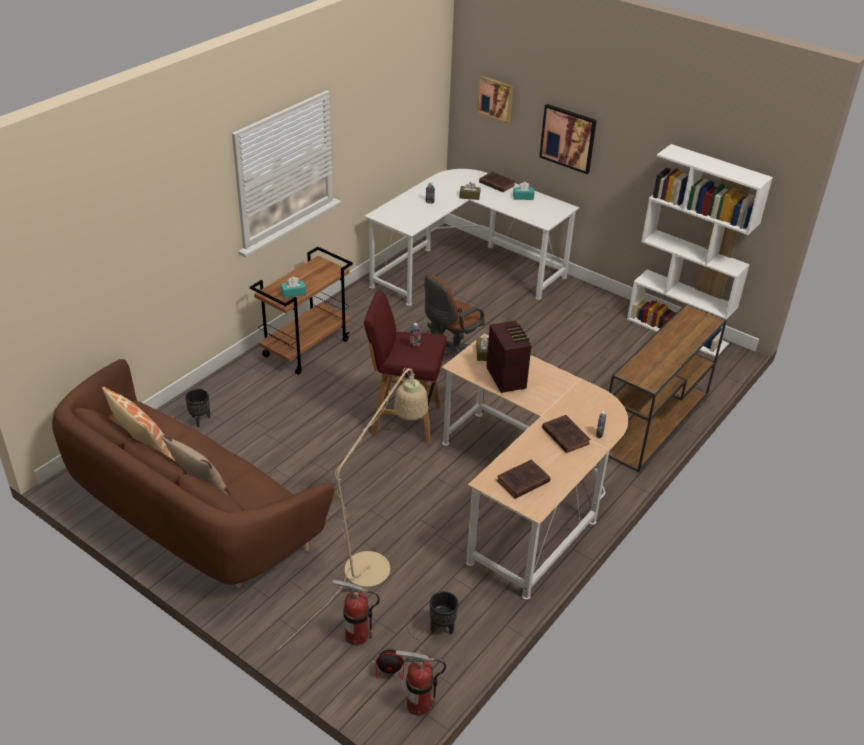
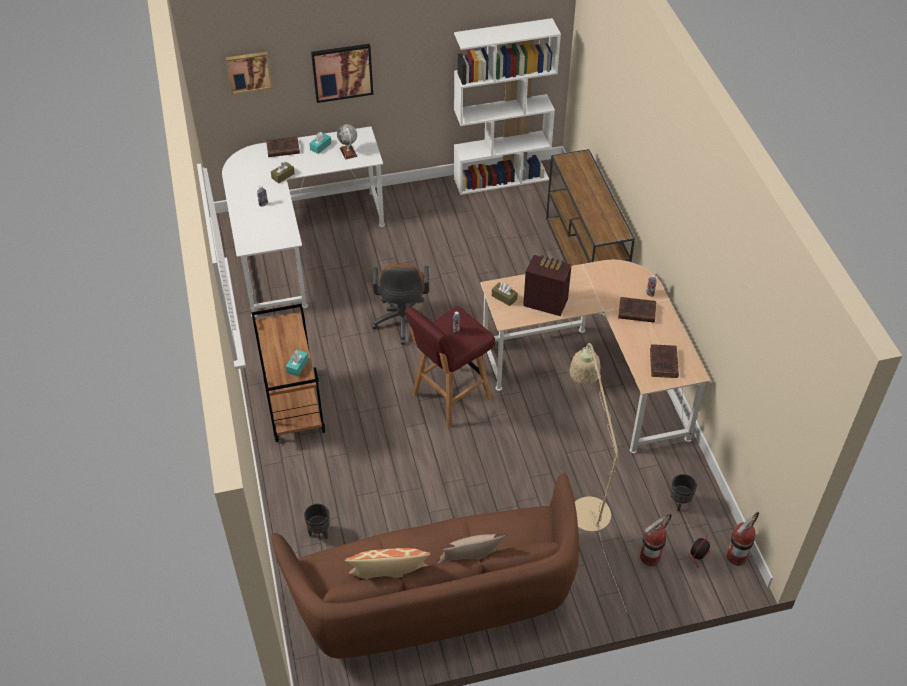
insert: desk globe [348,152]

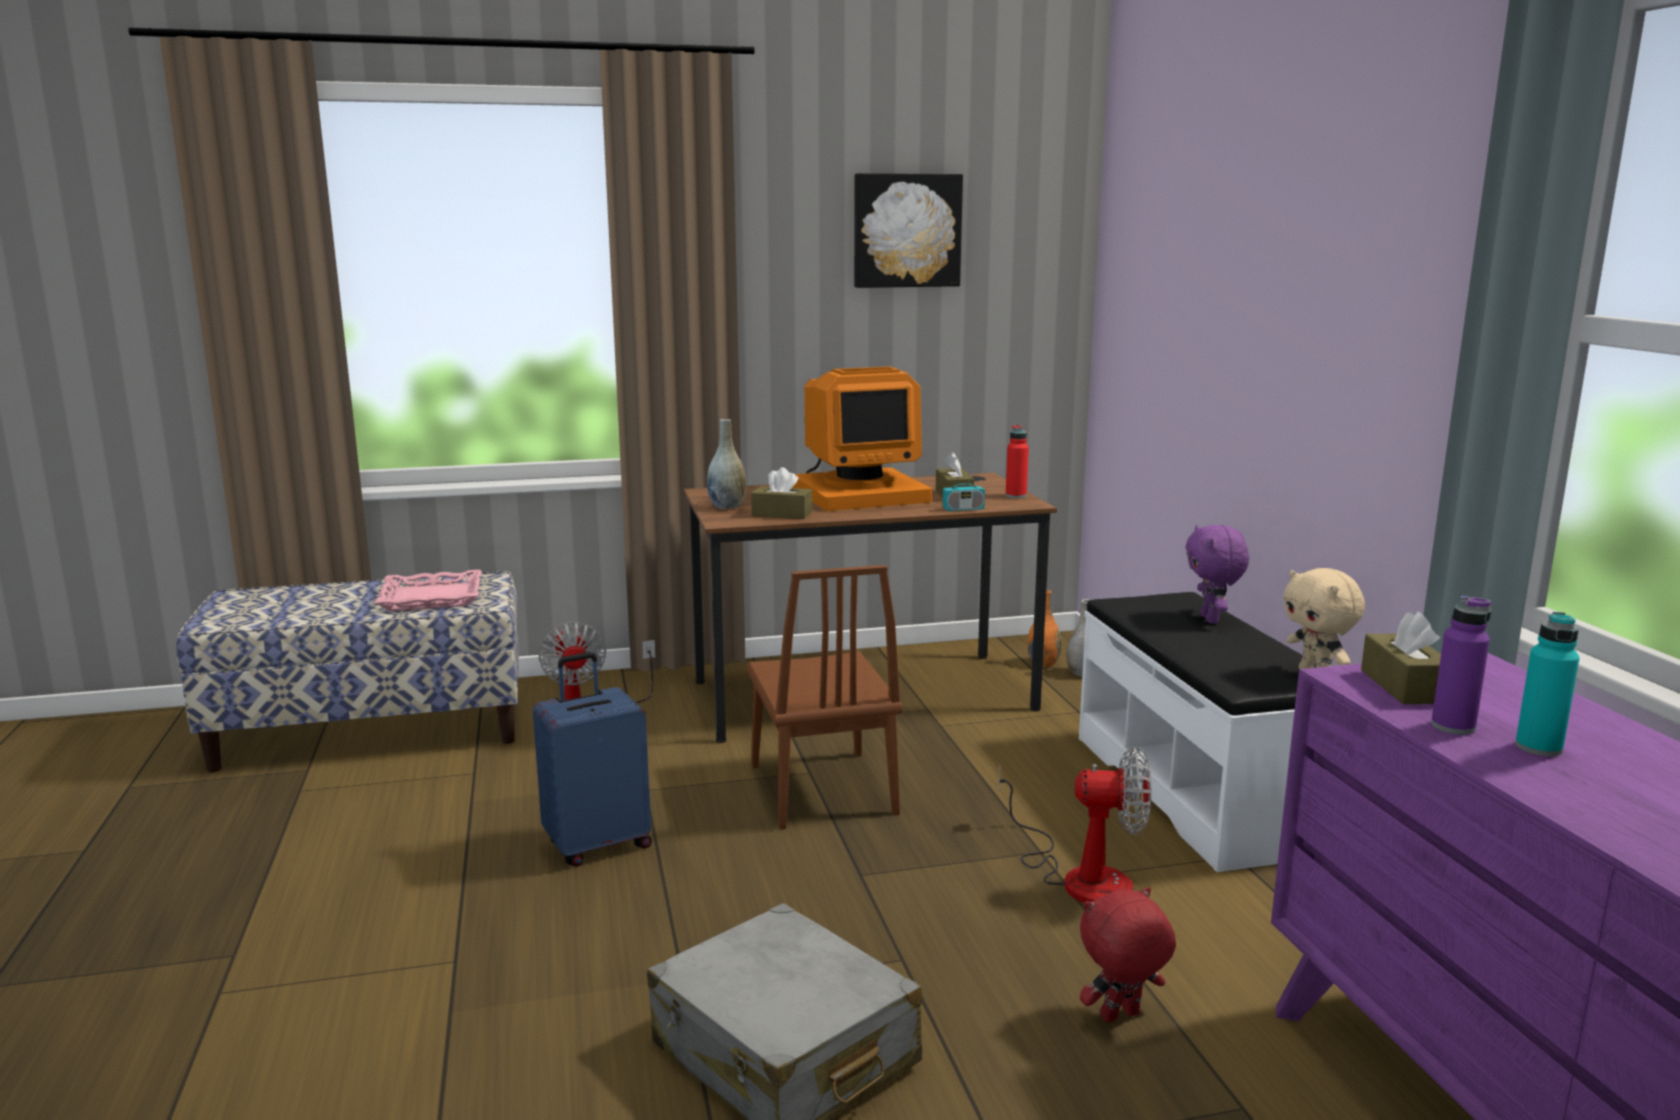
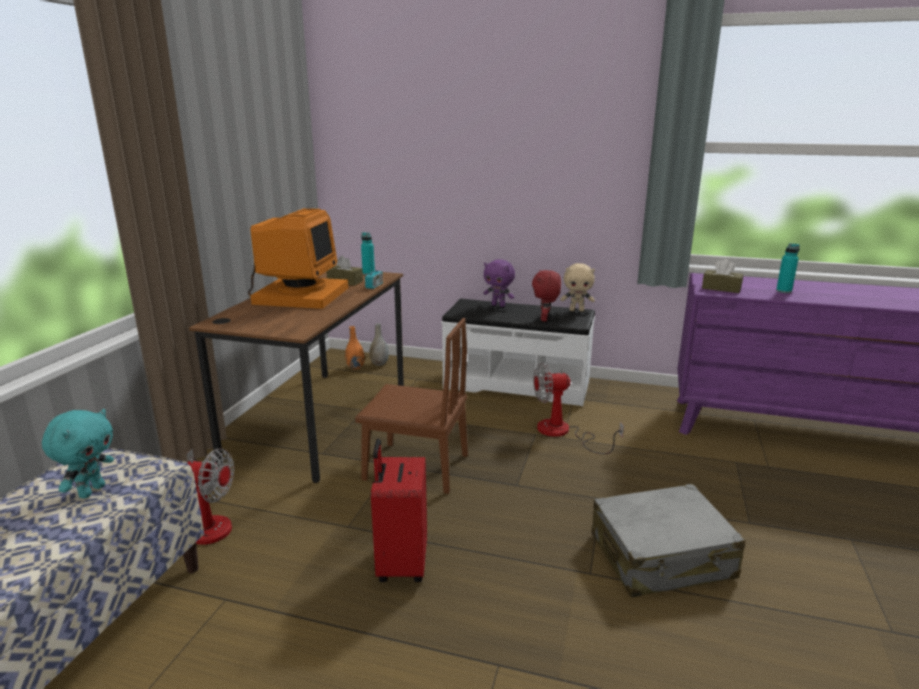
delete: vase in gray [727,507]; tissue box in brown [782,514]; picture [906,230]; drink bottle in purplish [1453,726]
move: plush toy in red-coloured [1120,1017] to [545,319]
replace: tray in pink [431,597] to plush toy in turquoise-coloured [91,491]
recolor: piece of luggage in blue-coloured [597,844] to piece of luggage in red-coloured [400,564]; drink bottle in red-coloured [1016,496] to drink bottle in turquoise-coloured [368,273]
rotate: electric fan [1080,876] = [563,433] 135 degrees counterclockwise

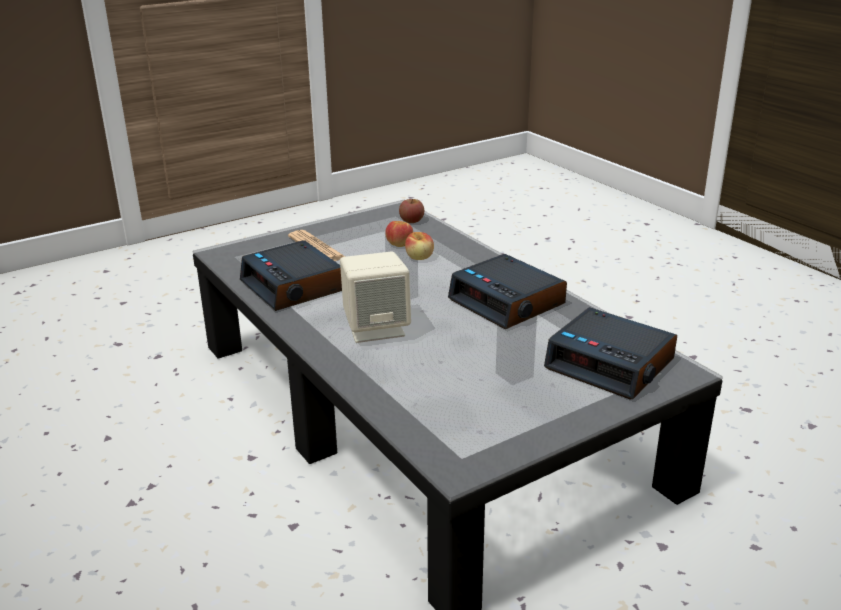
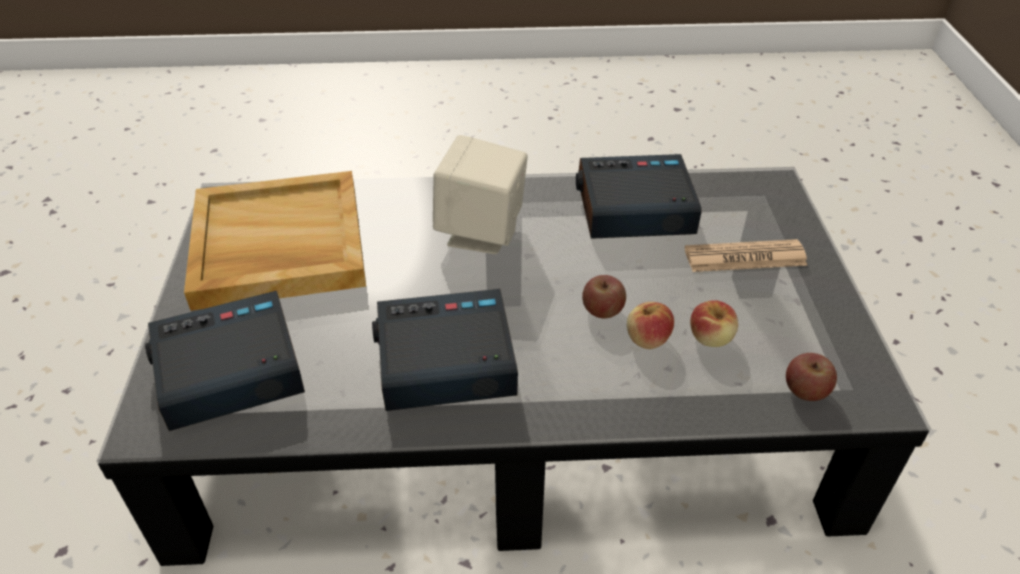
insert: tray in sand-coloured [277,245]; apple fruit [602,310]

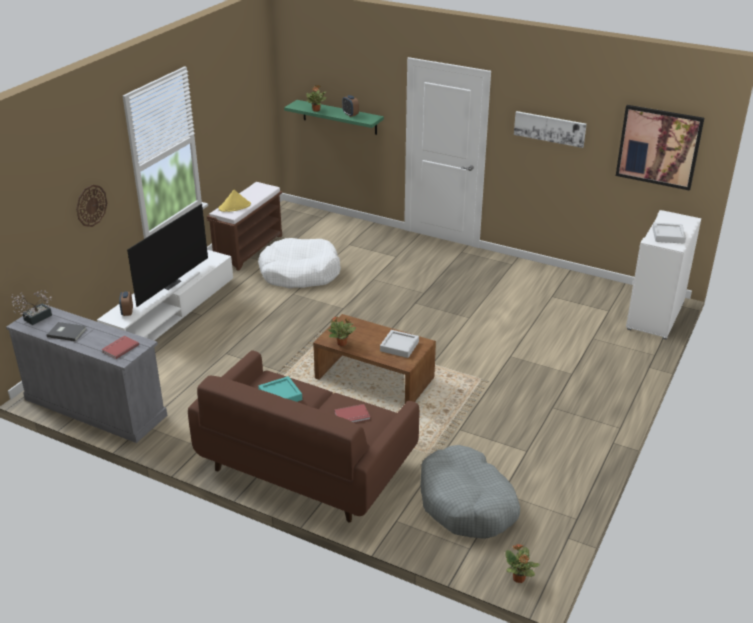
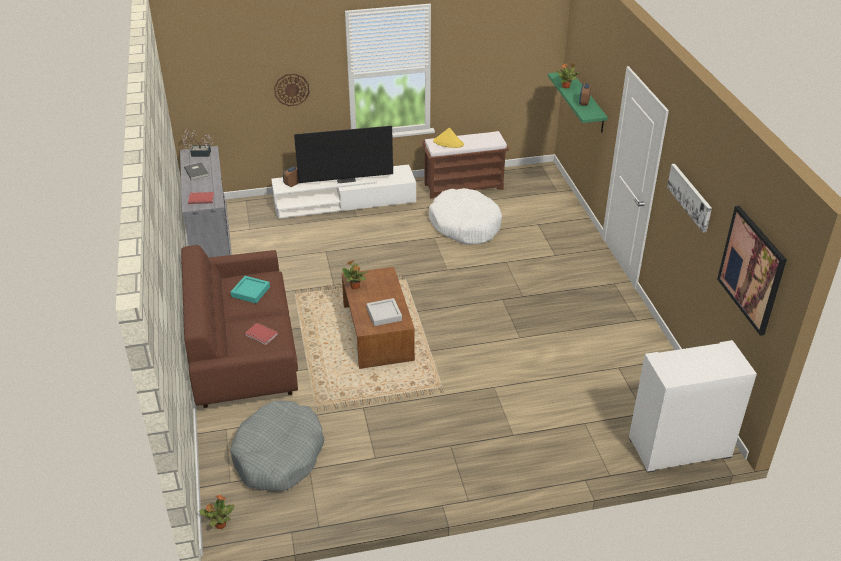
delete: tray in gray [668,236]

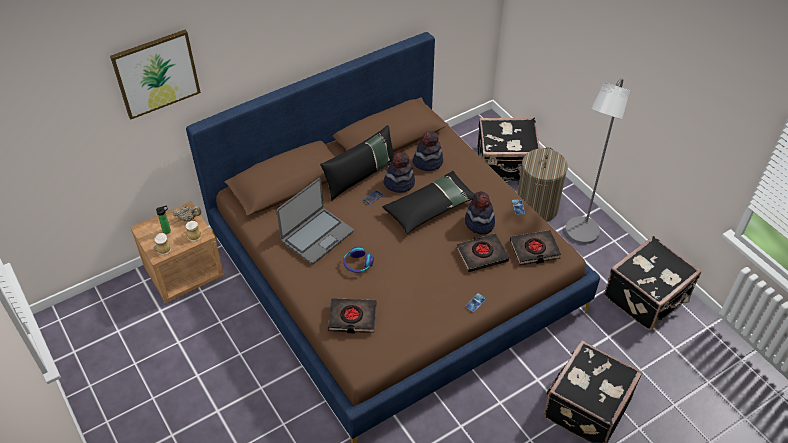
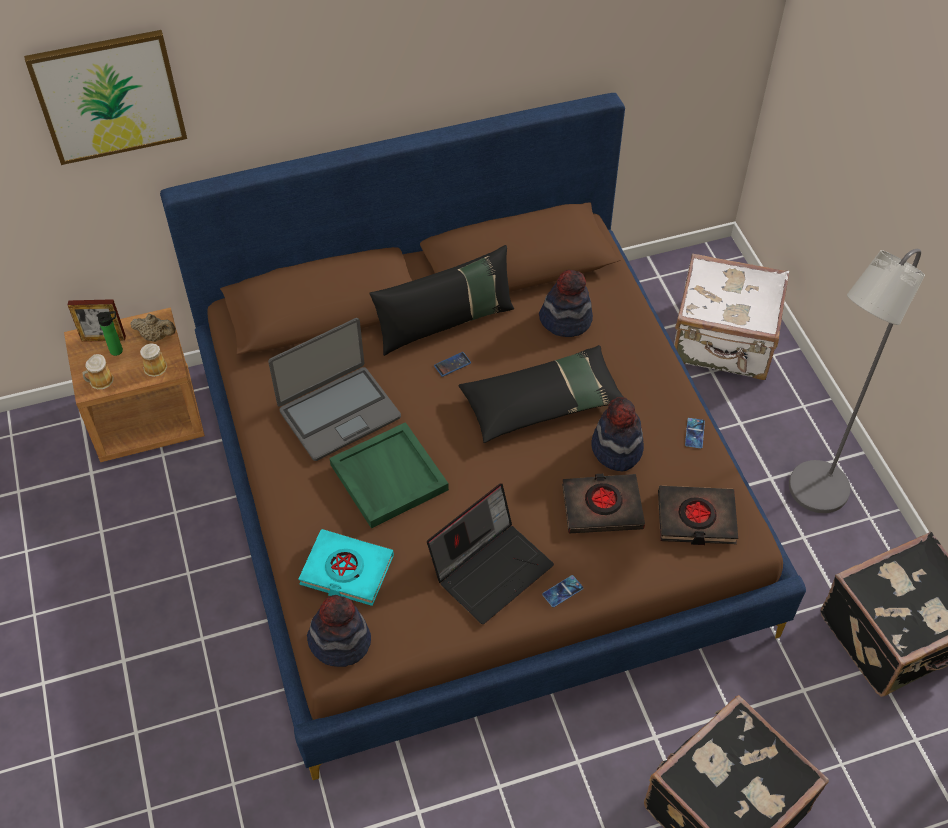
delete: laundry basket [536,208]
insert: picture frame [103,338]; portable computer [491,568]
move: clothing hat [399,183] to [340,641]
replace: headset [357,264] to tray in greenish [387,477]
recolor: volume in black [352,318] to volume in turquoise-coloured [346,571]; piece of luggage in black [506,165] to piece of luggage in white [723,342]

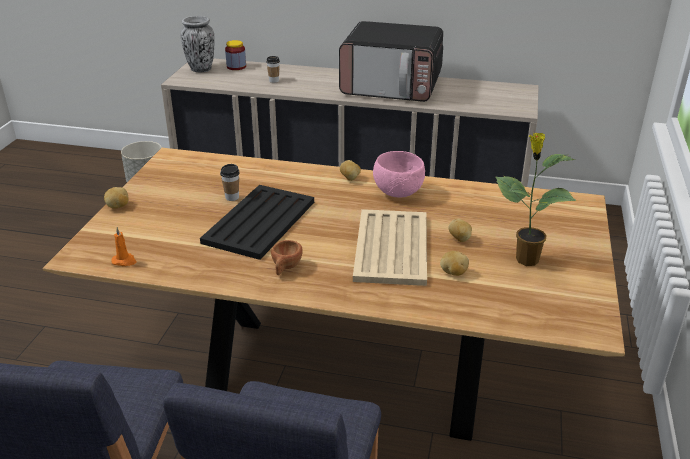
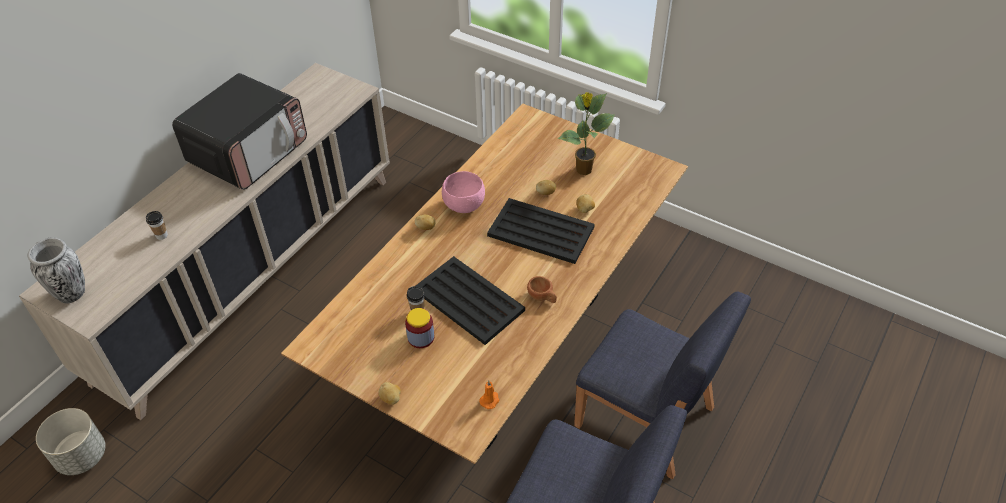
move: jar [236,67] to [421,337]
recolor: tray in sand-coloured [392,247] to tray in black [540,231]

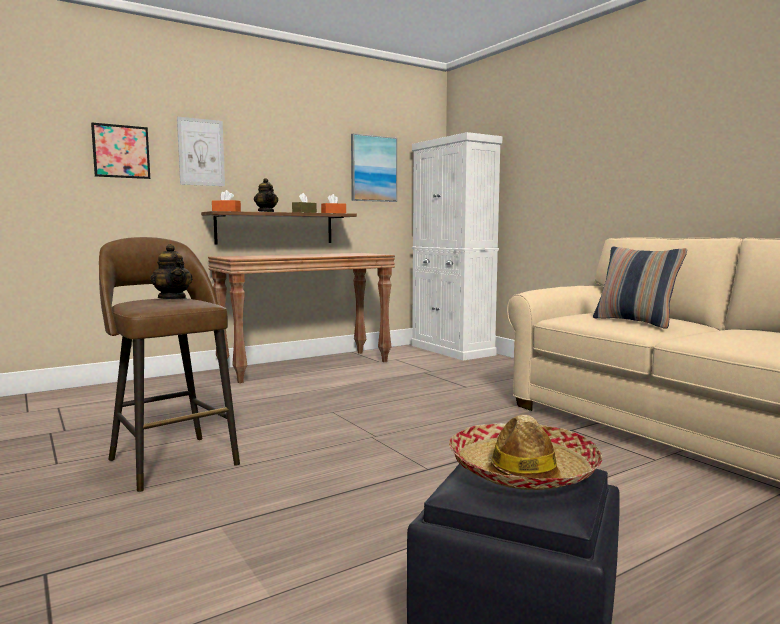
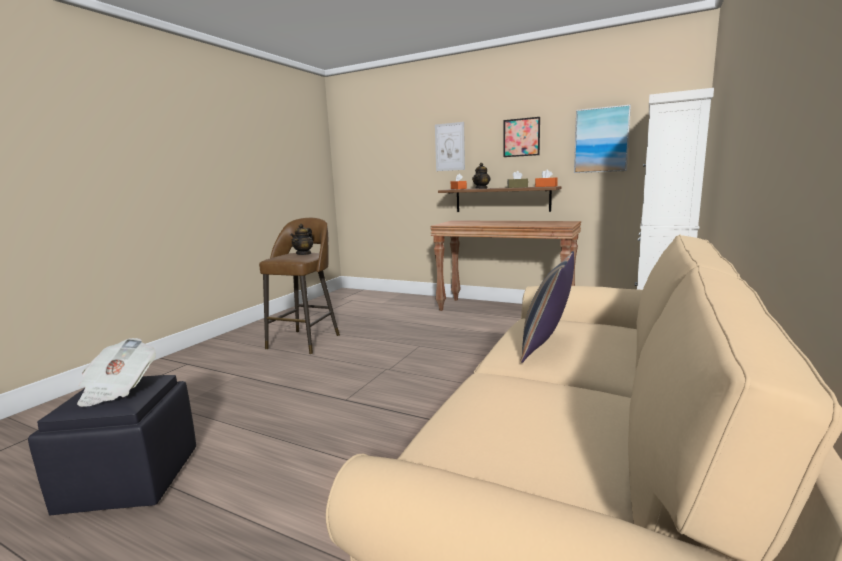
move: picture [121,151] to [521,137]
replace: clothing hat [522,471] to newspaper [118,389]

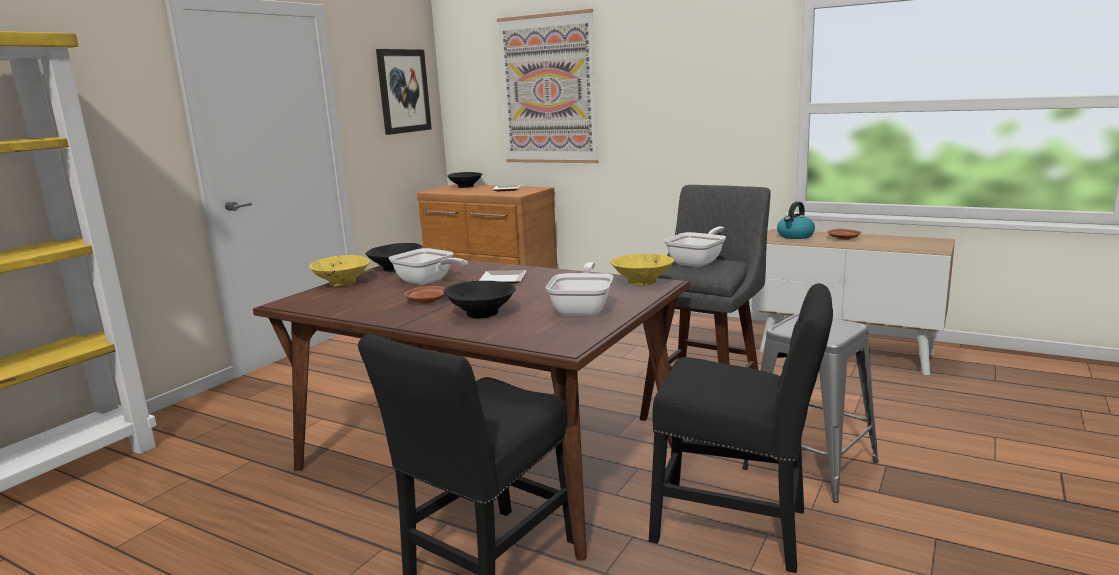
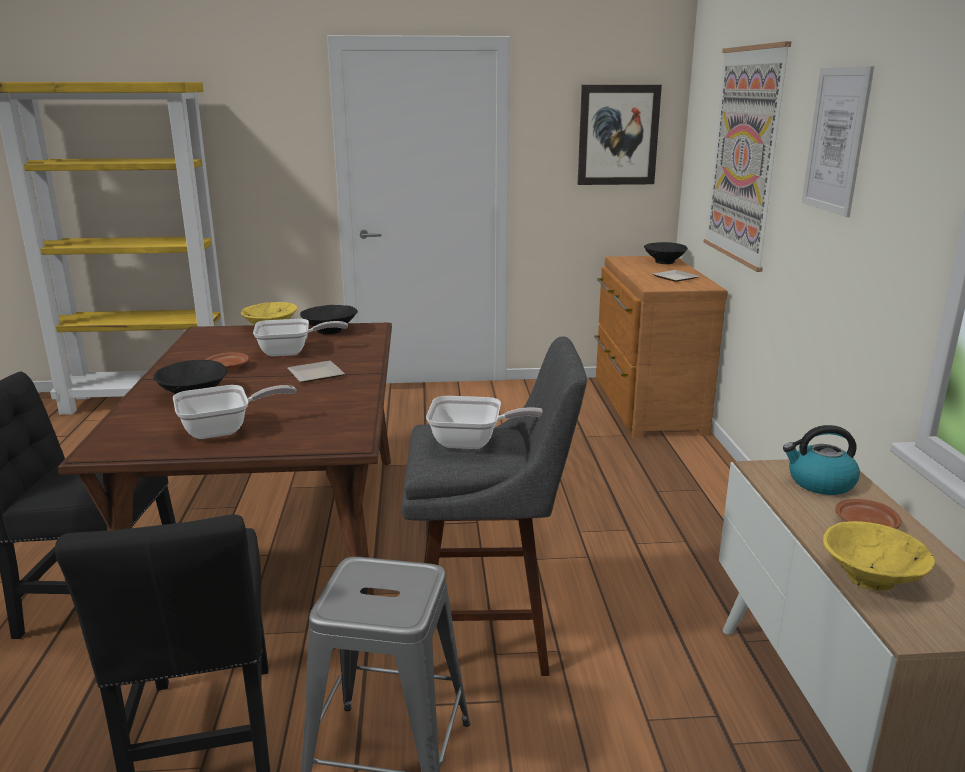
insert: picture [836,140]
move: deep dish in yellow [643,282] to [871,579]
rotate: skillet [428,282] = [291,352] 105 degrees counterclockwise

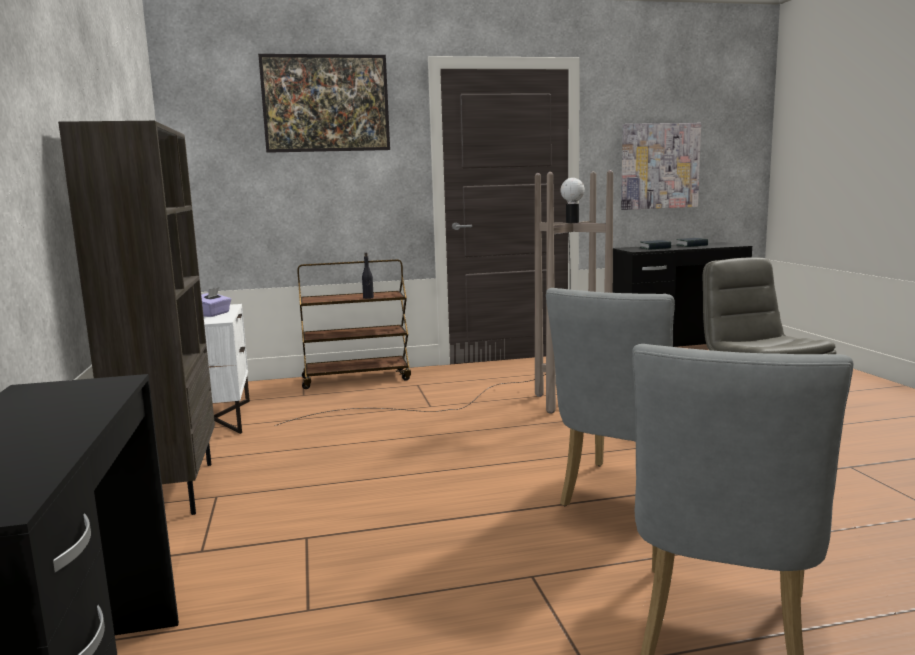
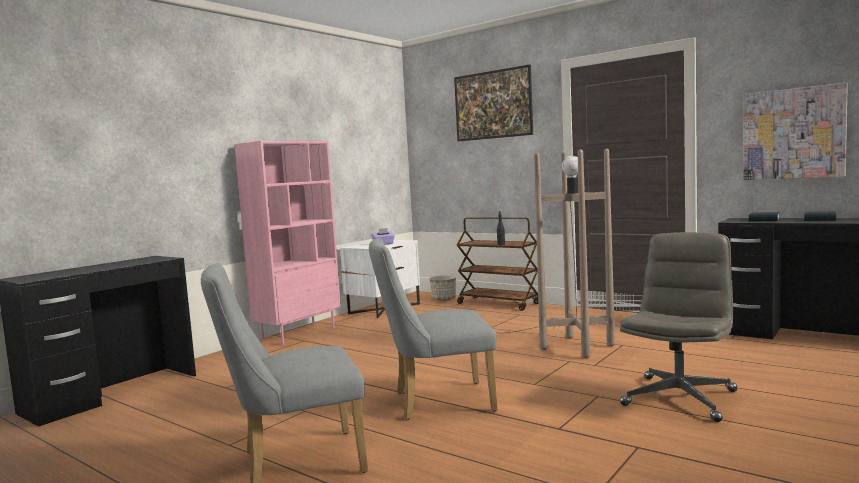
insert: planter [444,299]
recolor: bookshelf in brown [170,490] to bookshelf in pink [298,333]

